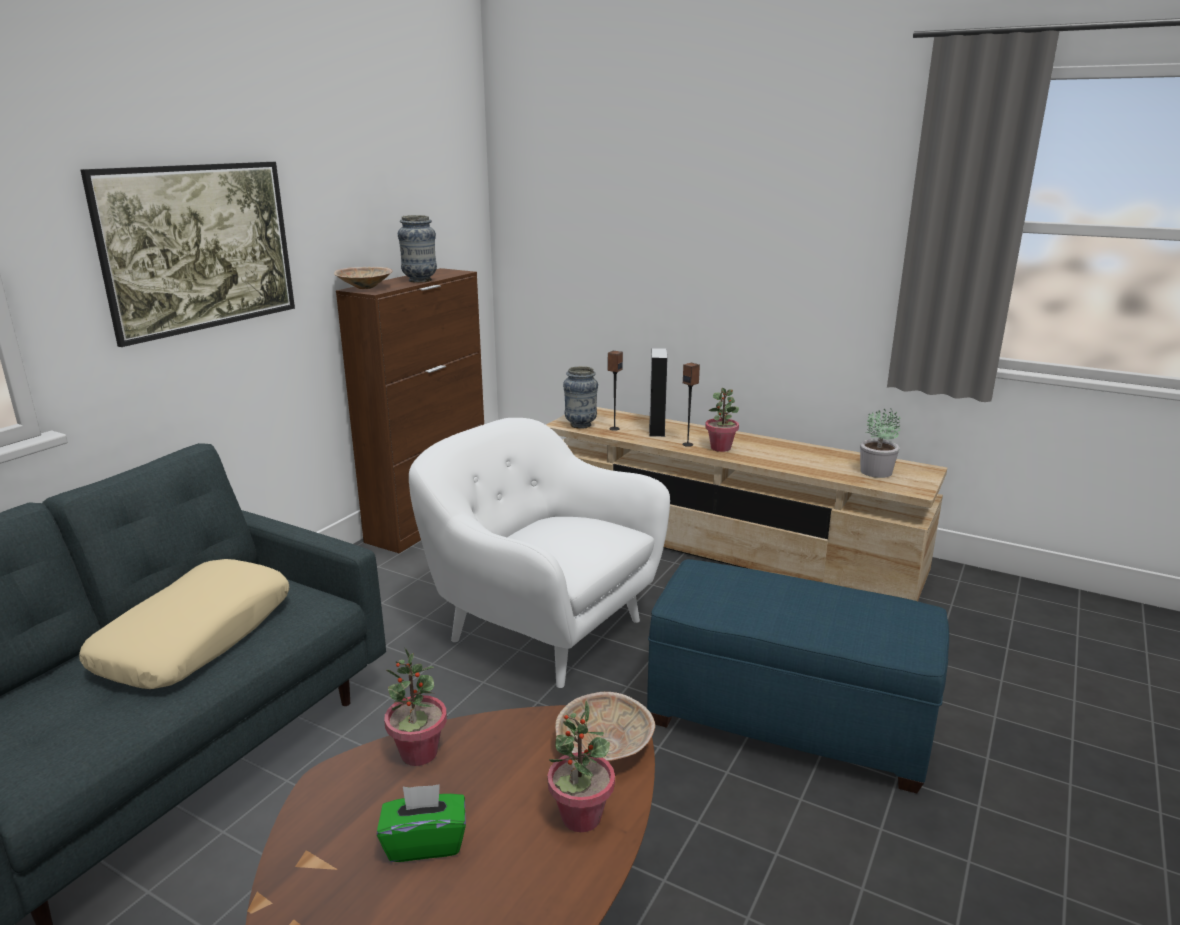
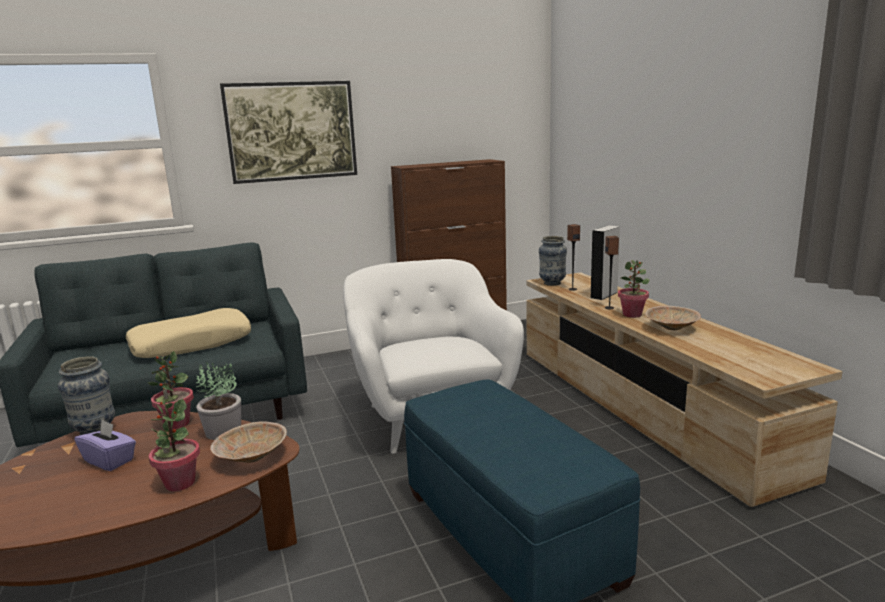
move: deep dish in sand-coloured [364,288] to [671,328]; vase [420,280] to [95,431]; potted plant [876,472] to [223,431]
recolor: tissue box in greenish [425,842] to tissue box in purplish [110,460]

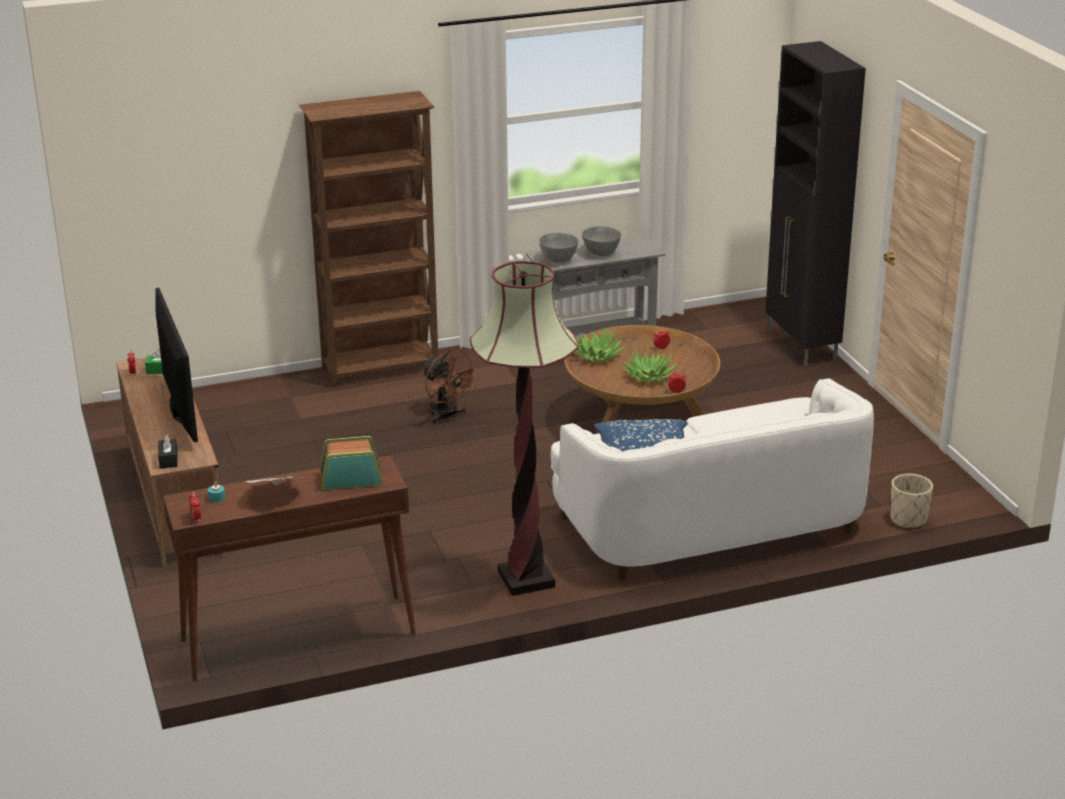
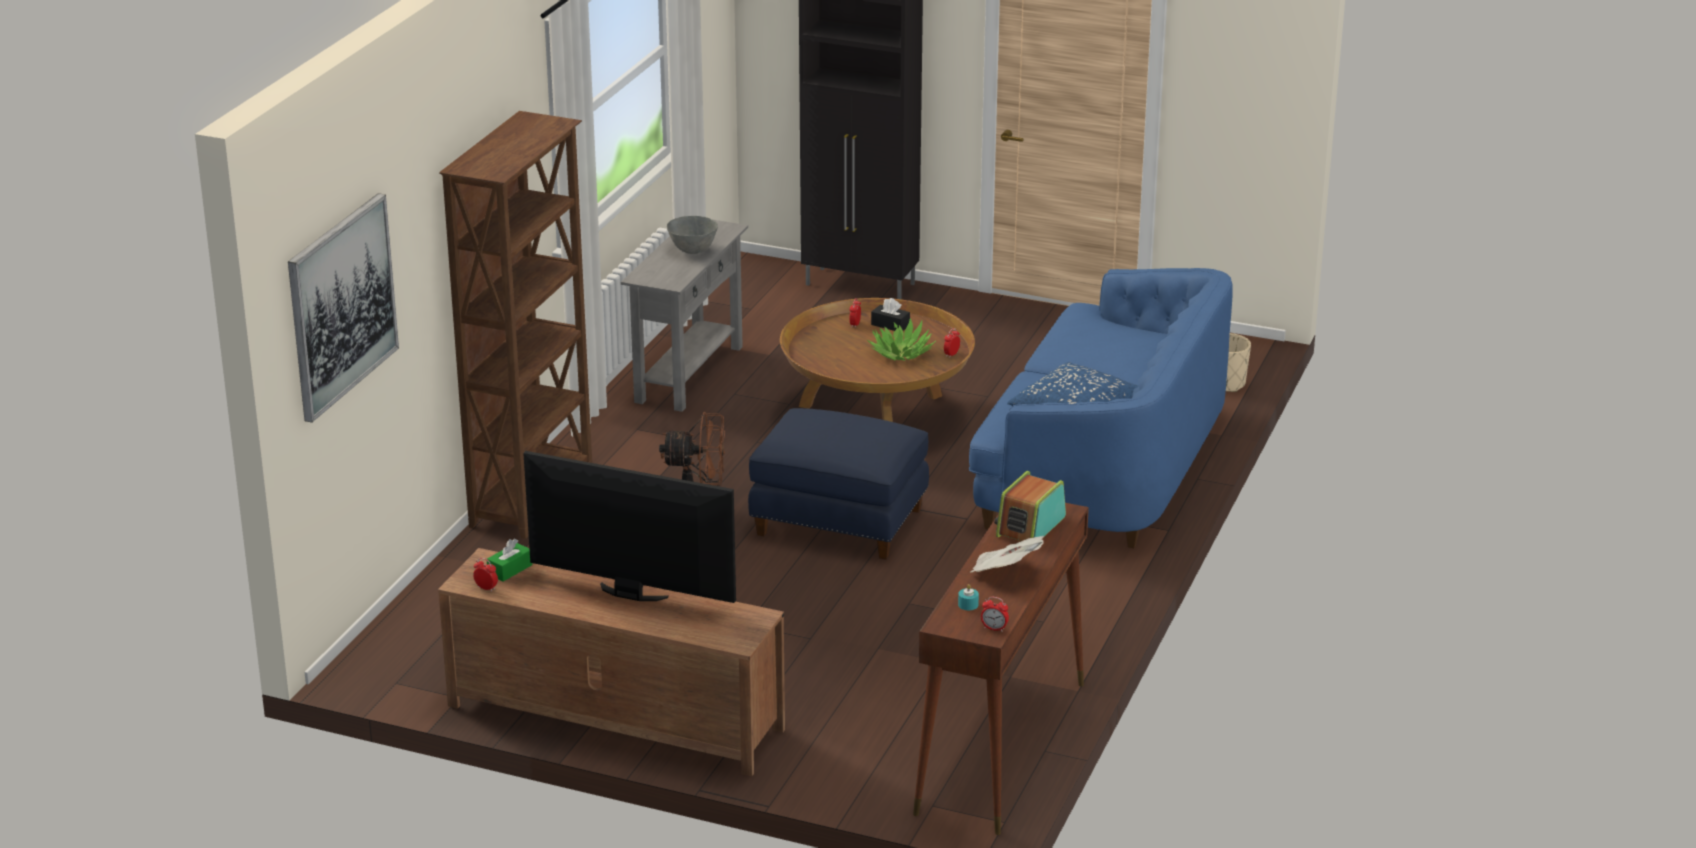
delete: floor lamp [526,579]; deep dish in gray [559,260]; potted plant [596,355]
insert: picture [341,305]; pouffe in blue-coloured [838,522]
move: tissue box in black [168,459] to [890,325]
recolor: settee in white [710,524] to settee in blue-coloured [1103,467]

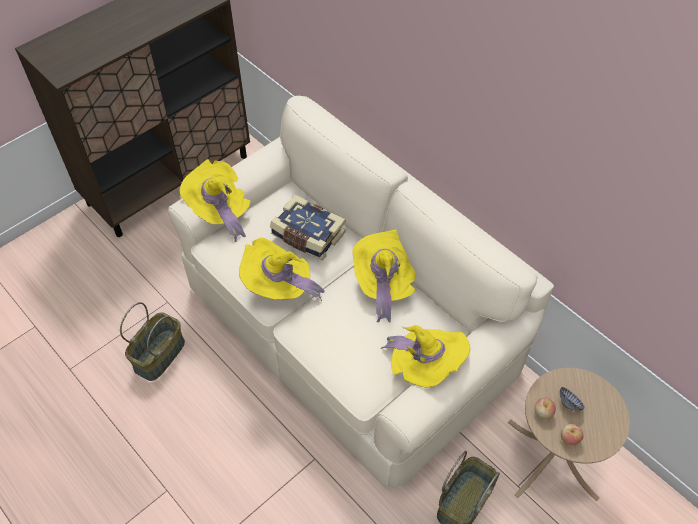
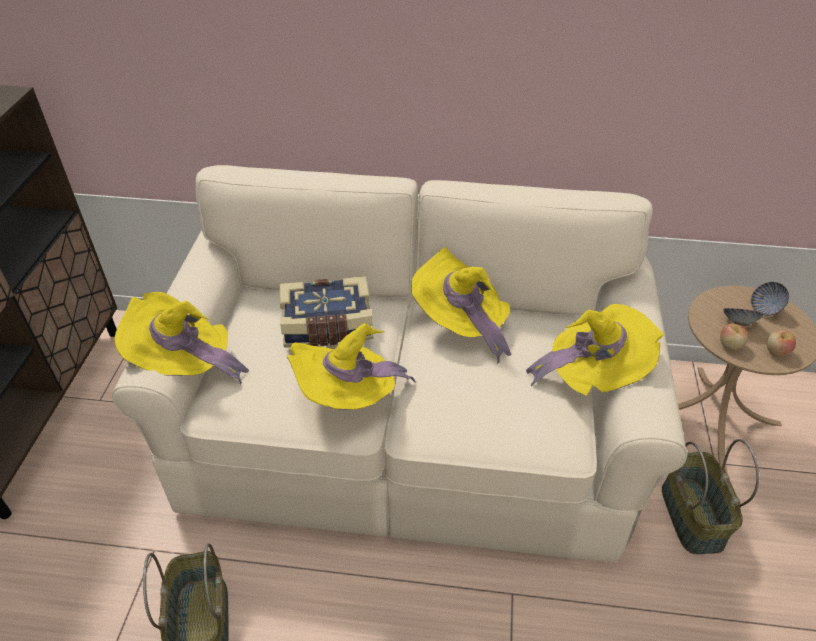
insert: deep dish [765,308]

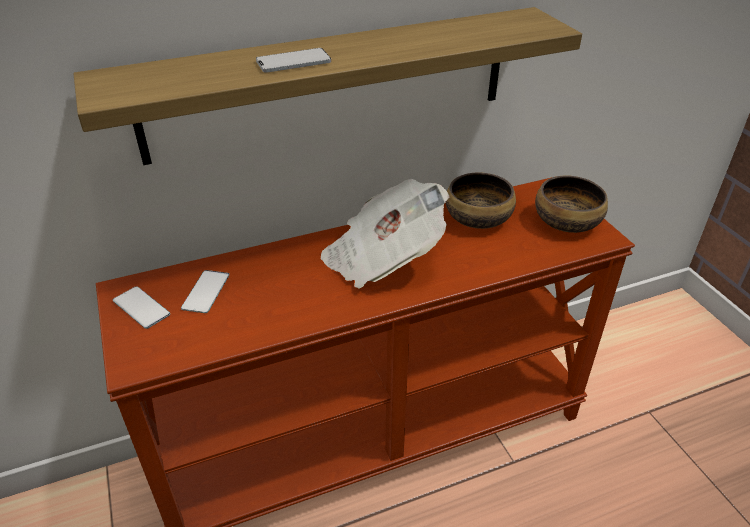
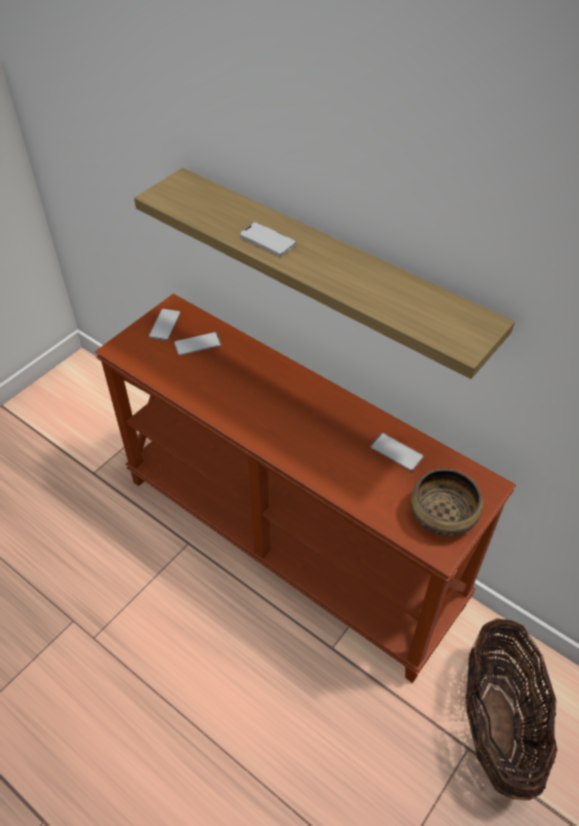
delete: newspaper [382,258]
insert: storage basket [498,724]
replace: deep dish [479,218] to phone [396,452]

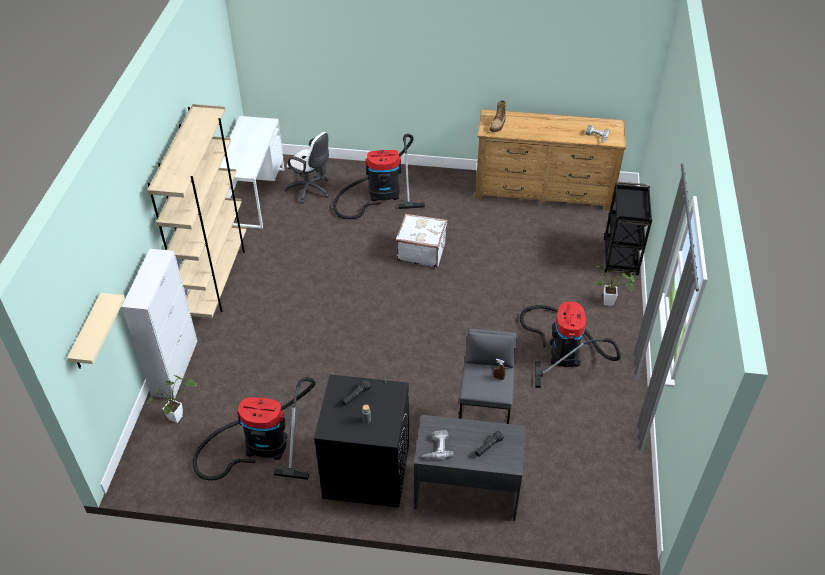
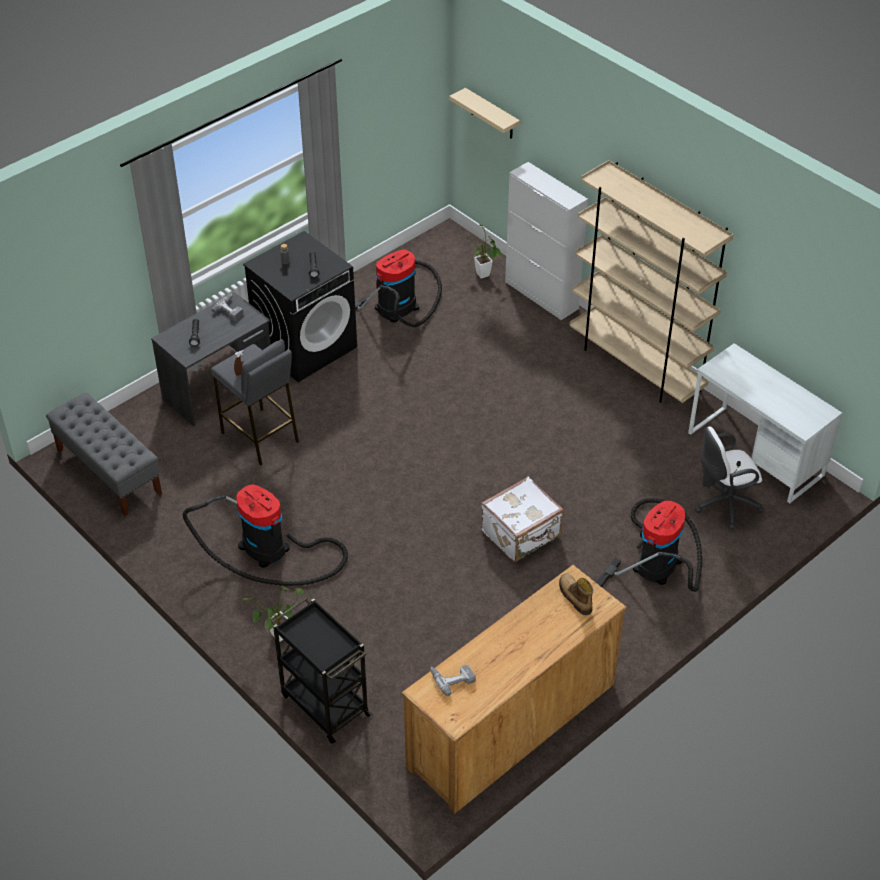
insert: indoor bench in gray [108,472]

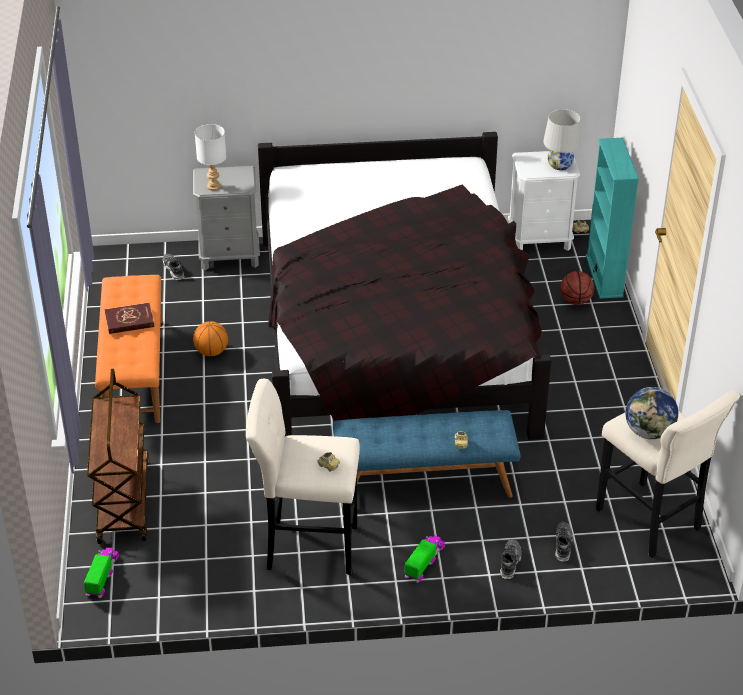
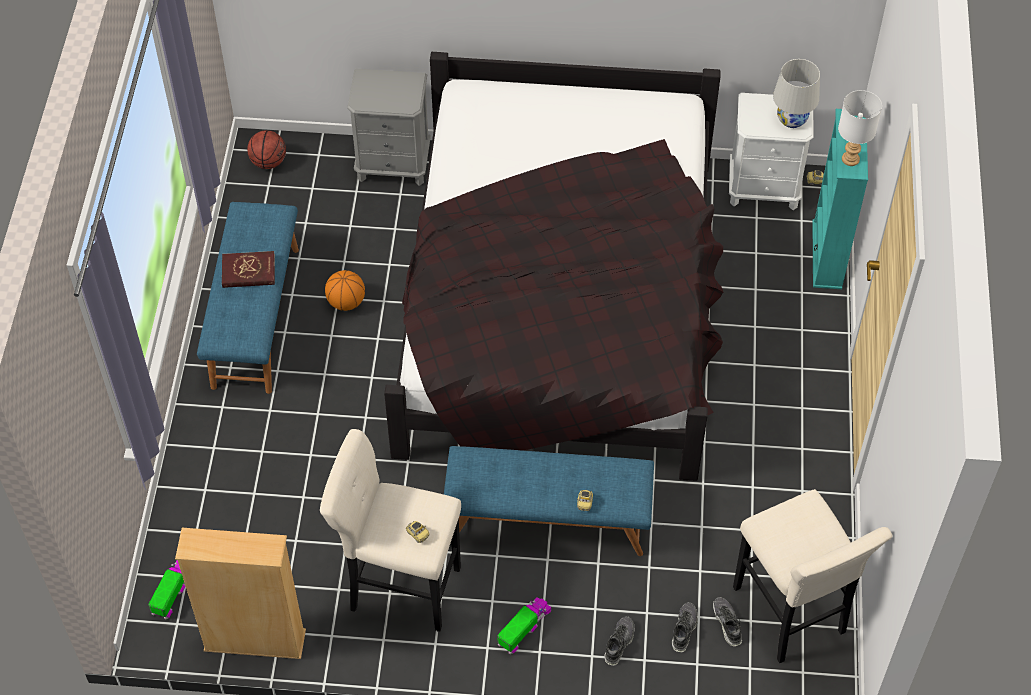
delete: wheeled cart in brown [123,500]; desk globe [649,432]
insert: bookshelf in sand-coloured [255,641]
move: low shoe [173,270] to [727,623]; table lamp in white [214,186] to [851,159]; basketball ball [575,301] to [268,162]
recolor: indoor bench in orangey [133,371] to indoor bench in blue-coloured [254,317]

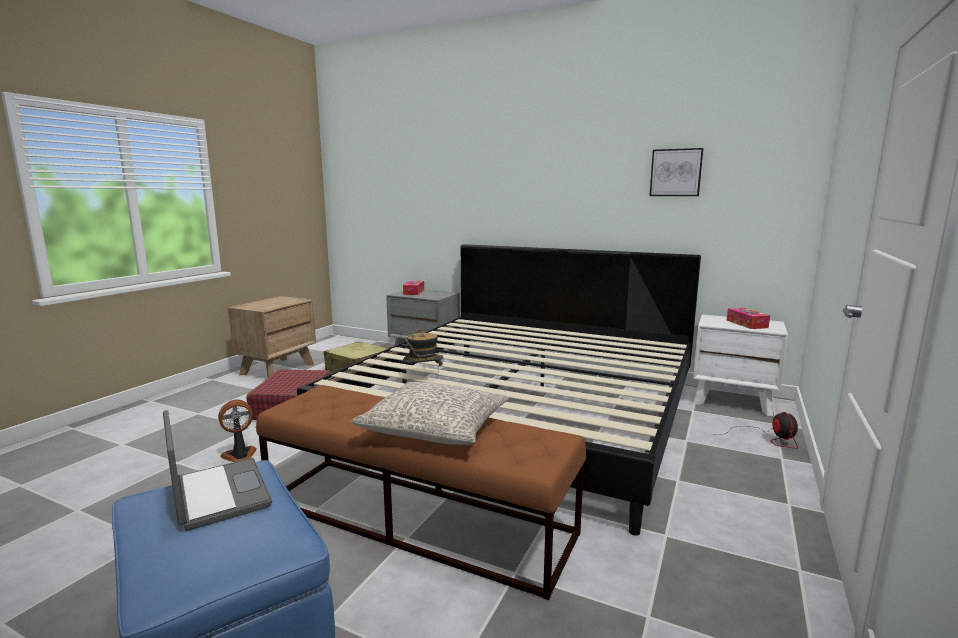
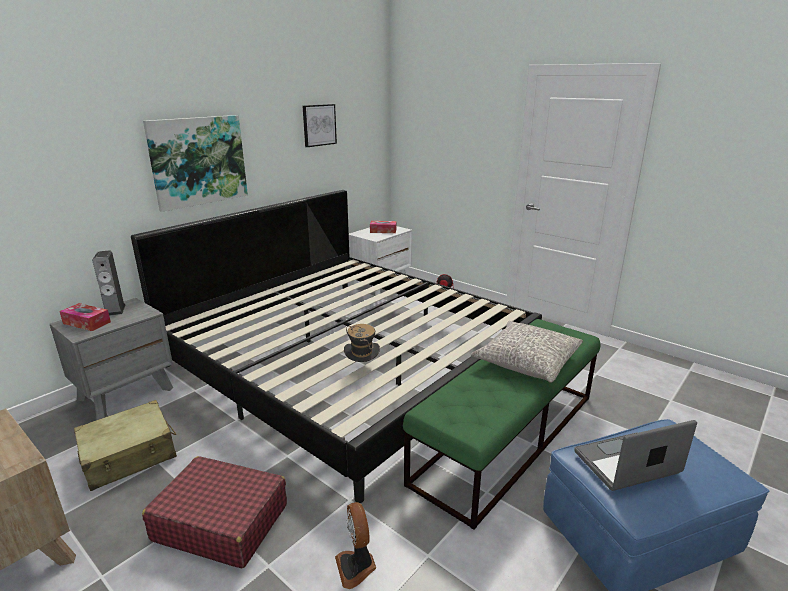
insert: audio speaker [115,310]; picture [198,161]
recolor: indoor bench in brown [417,518] to indoor bench in greenish [507,436]

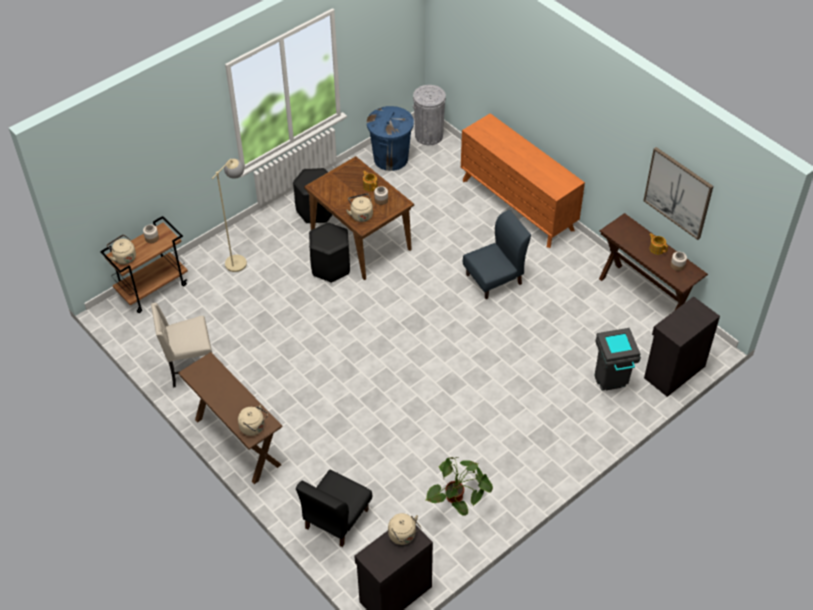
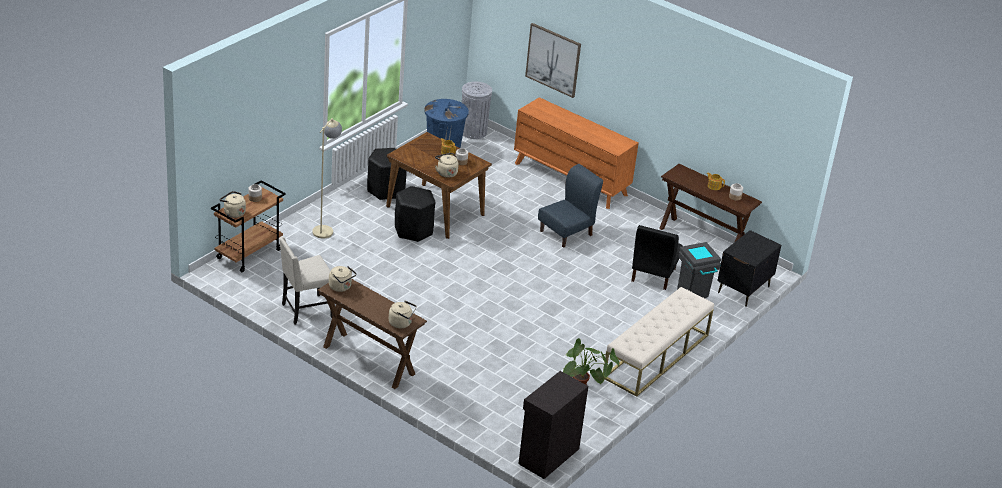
insert: indoor bench in sand-coloured [656,356]
move: plain chair in black [336,519] to [653,274]; water kettle in sand-coloured [403,536] to [341,287]; picture [678,193] to [553,59]
replace: cupboard in black [673,371] to bedside table in black [743,290]

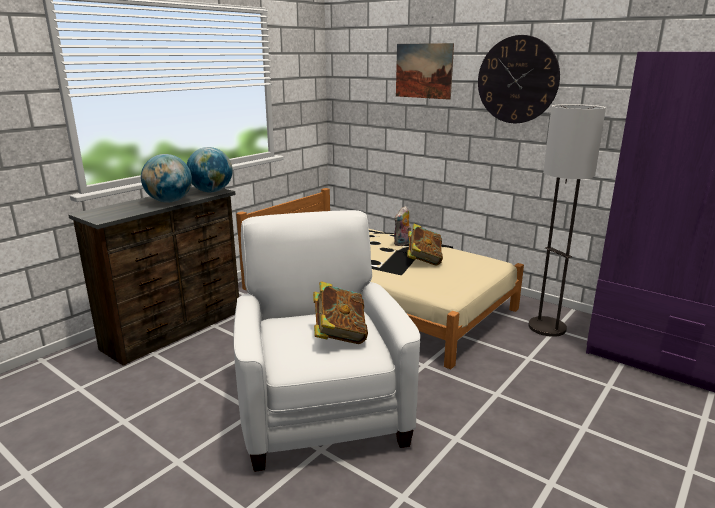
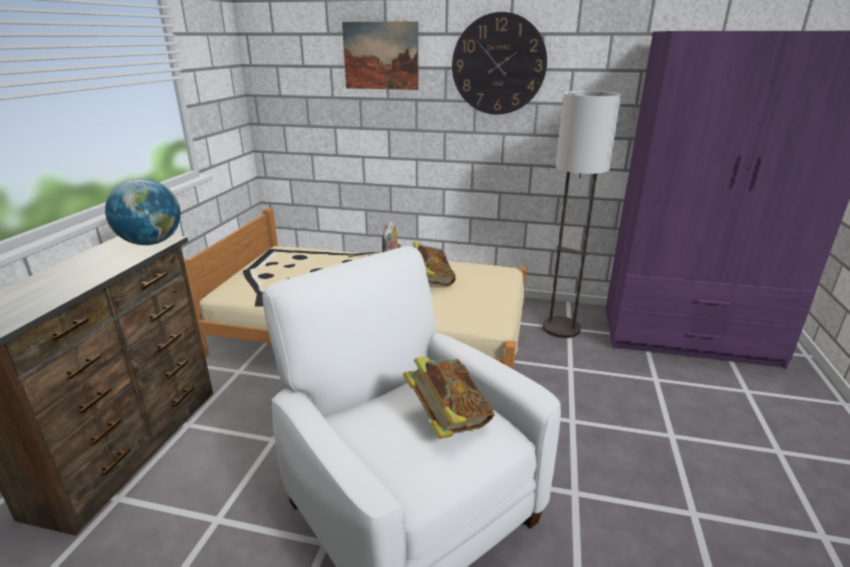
delete: desk globe [169,201]

